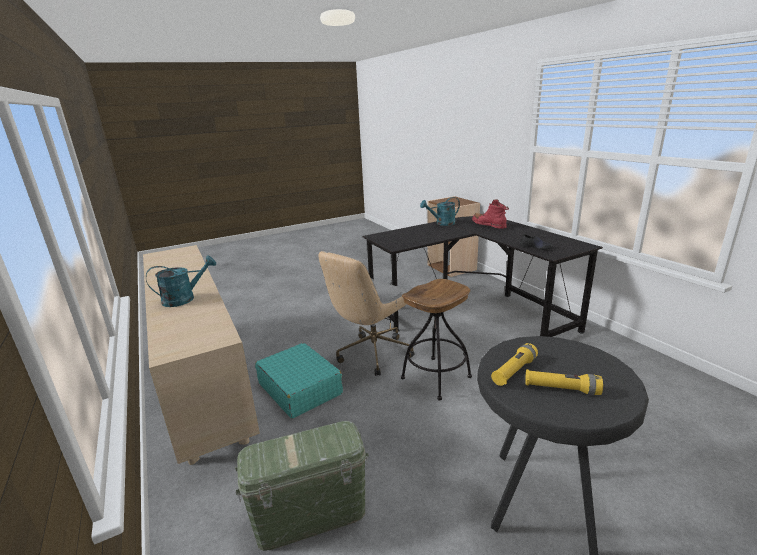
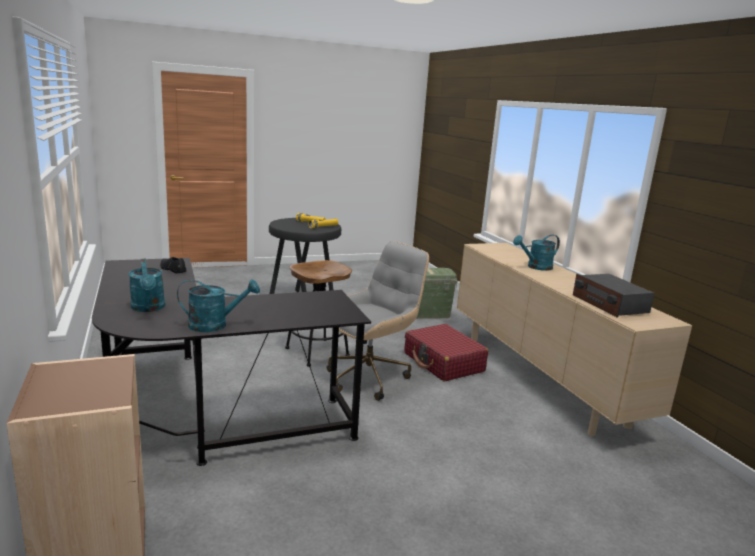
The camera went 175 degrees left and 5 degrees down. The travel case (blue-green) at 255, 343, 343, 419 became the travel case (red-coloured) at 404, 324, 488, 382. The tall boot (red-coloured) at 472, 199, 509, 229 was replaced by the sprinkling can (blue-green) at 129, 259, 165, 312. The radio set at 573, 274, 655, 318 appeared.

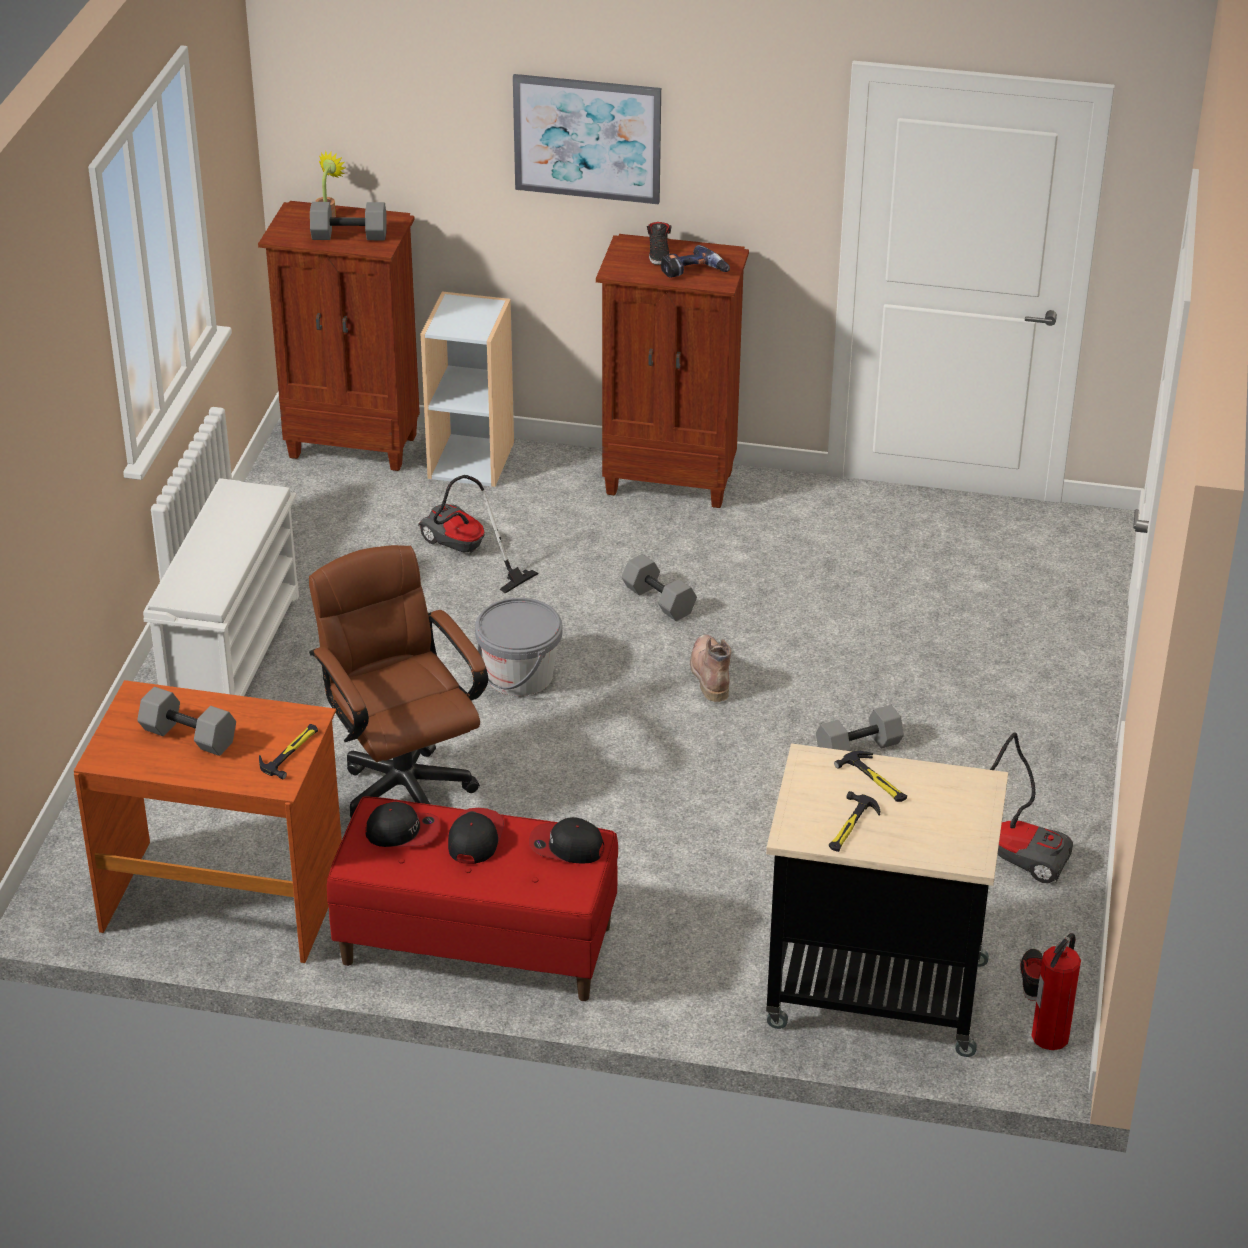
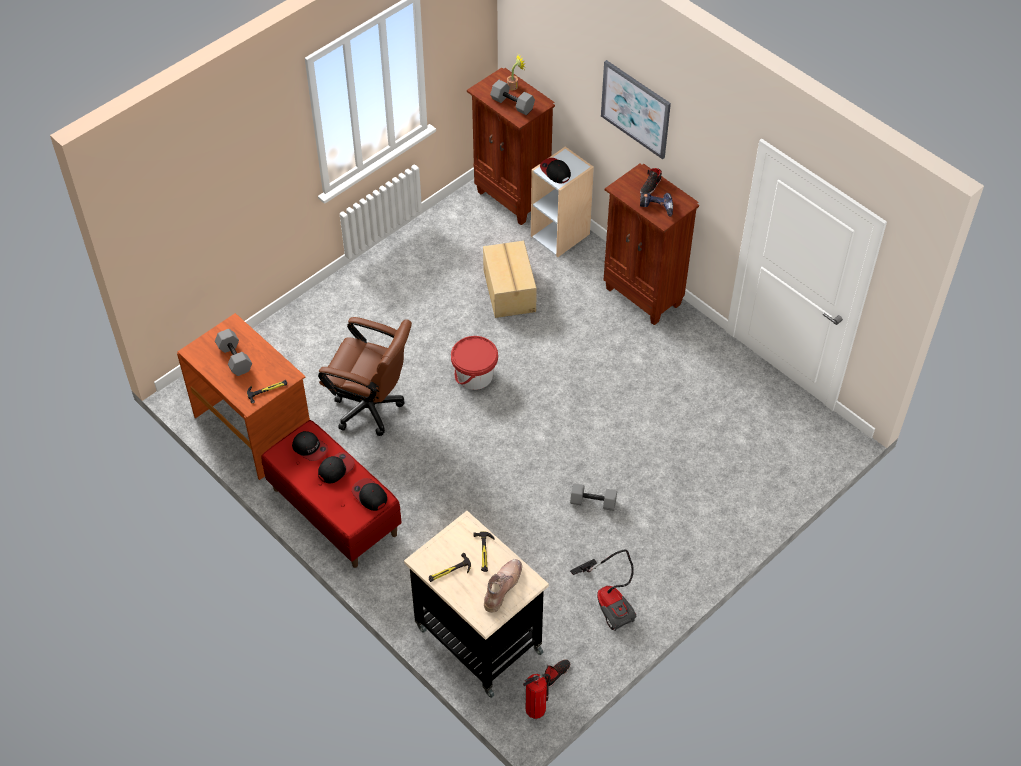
The camera went 35 degrees right and 15 degrees up. The shoe shelf (whitish) at 143, 478, 299, 696 disappeared. The office chair (brownish) at 309, 545, 488, 818 turned 105 degrees clockwise. The hoover at 418, 475, 538, 593 was replaced by the carton at 483, 241, 537, 318. The pail (greyish) at 475, 598, 562, 696 became the pail (red-coloured) at 451, 336, 498, 390. The dumbbell (greyish) at 622, 554, 697, 621 disappeared. The tall boot (brownish) moved from 690, 634, 731, 702 to 484, 559, 522, 613. The cap at 540, 158, 571, 183 appeared.

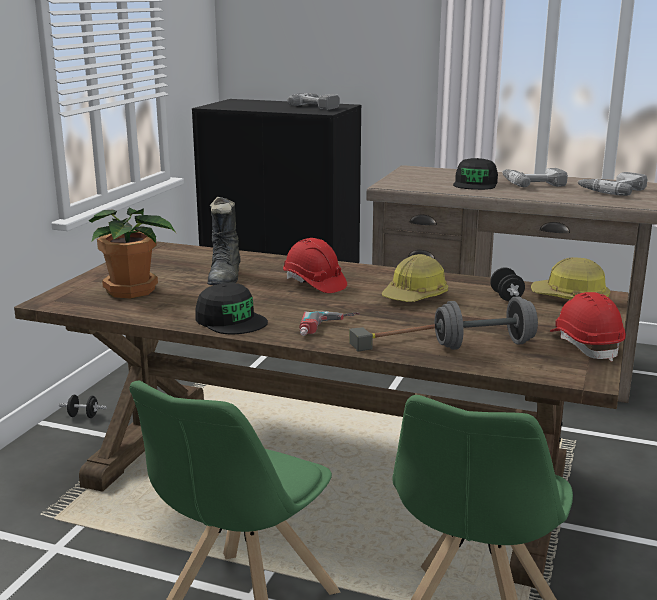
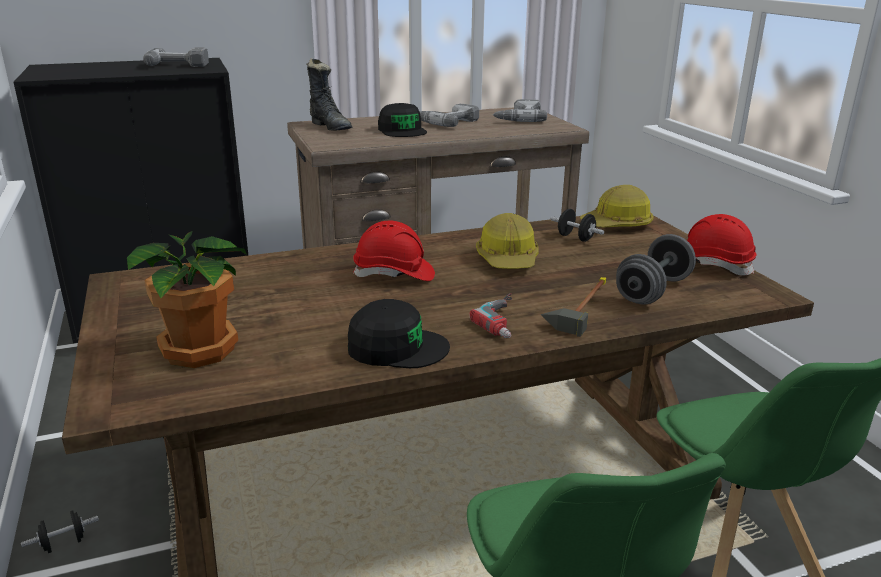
The camera went 40 degrees left and 5 degrees up. The tall boot (blackish) moved from 207, 197, 241, 285 to 306, 58, 352, 130.

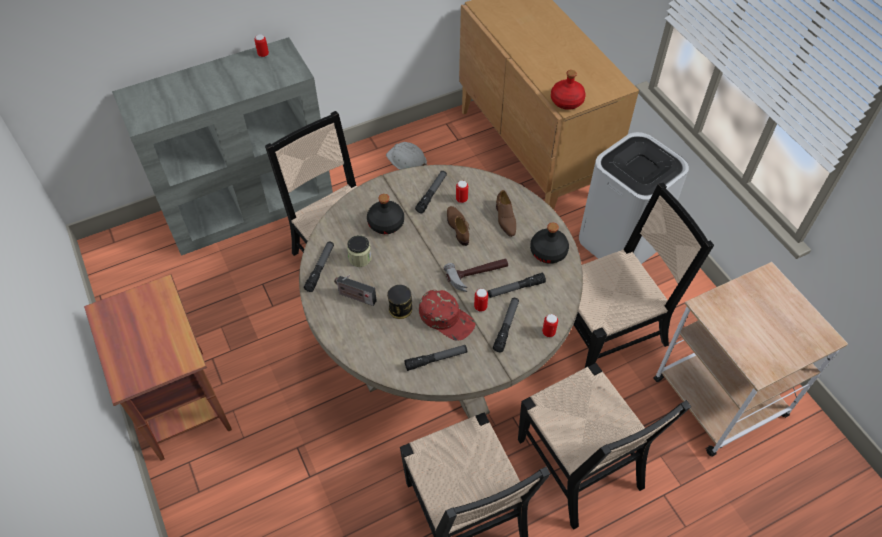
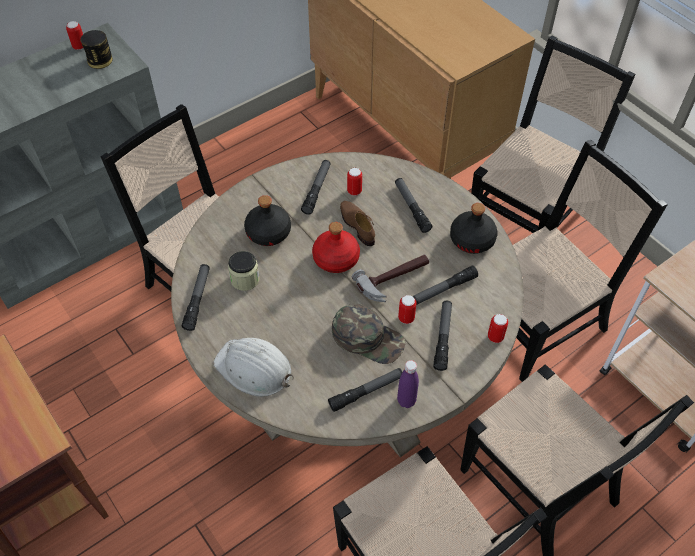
The camera went 10 degrees left and 0 degrees up. The radio set at 334, 275, 377, 306 disappeared. The work helmet (whitish) moved from 386, 142, 427, 170 to 213, 338, 294, 397. The sealed can moved from 387, 285, 412, 319 to 80, 30, 113, 69. The cap (red-coloured) at 419, 290, 476, 341 became the cap (green-coloured) at 332, 304, 405, 364. The low shoe (brownish) at 496, 190, 516, 237 was replaced by the hand torch at 395, 178, 432, 233. The drink bottle (red-coloured) moved from 551, 70, 586, 110 to 312, 222, 360, 273. The trash can (whitish) at 579, 132, 689, 264 was replaced by the chair at 471, 36, 636, 233. The drink bottle (purple-coloured) at 397, 360, 419, 408 appeared.

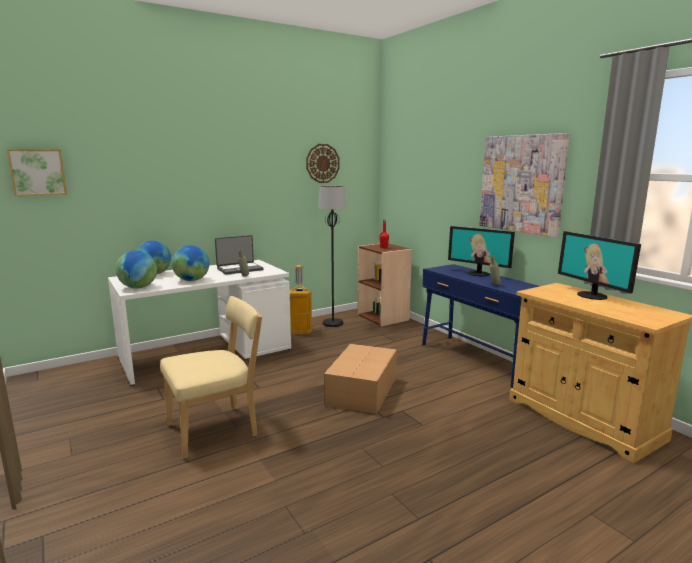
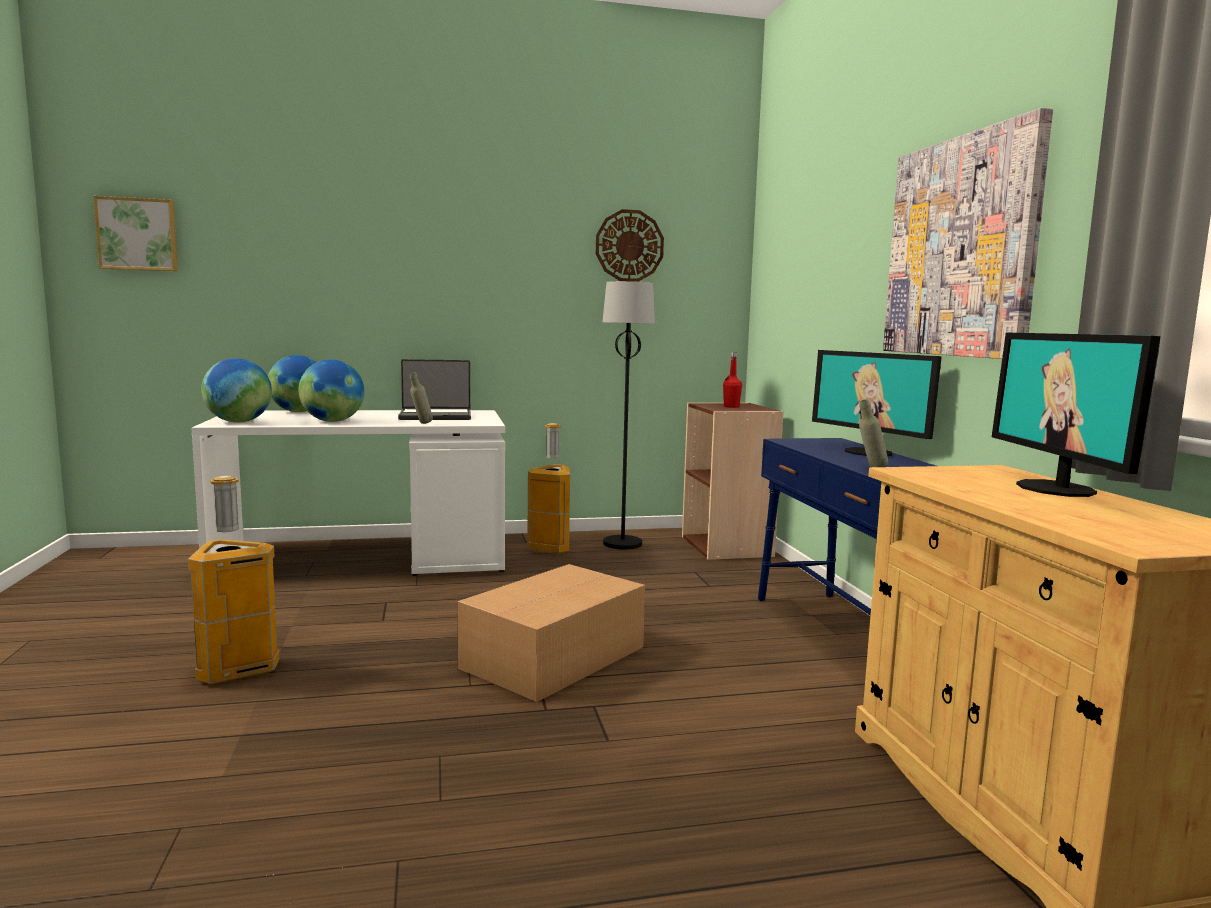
The camera went 20 degrees right and 5 degrees down. The chair (beige-coloured) at 160, 296, 262, 459 was replaced by the trash can at 188, 476, 279, 684.

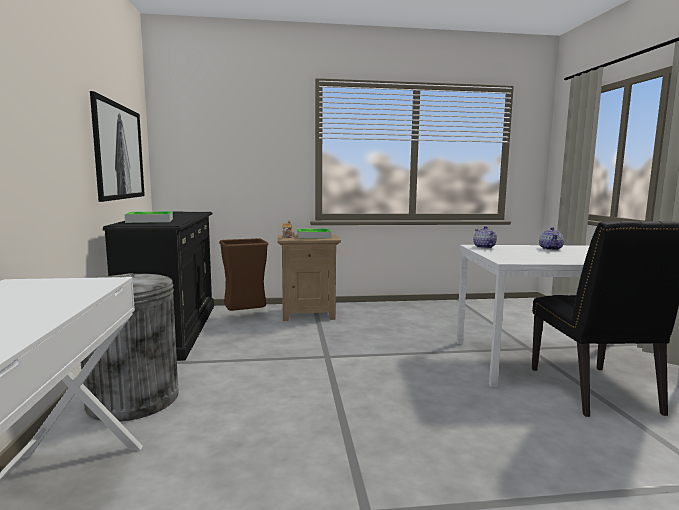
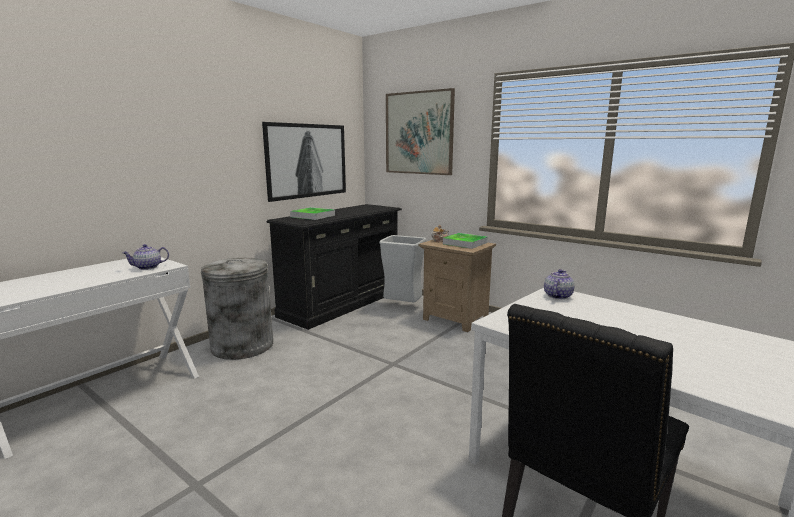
The camera went 45 degrees right and 5 degrees up. The trash can (brownish) at 219, 238, 268, 311 became the trash can (greyish) at 379, 235, 426, 303. The tea pot moved from 539, 227, 564, 250 to 122, 244, 169, 270. The wall picture at 386, 88, 455, 175 appeared.

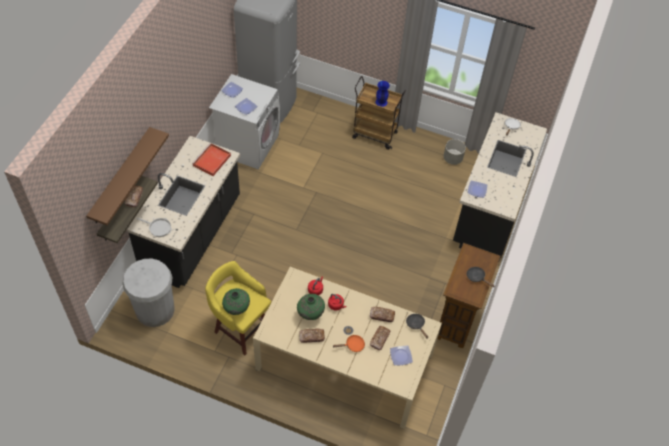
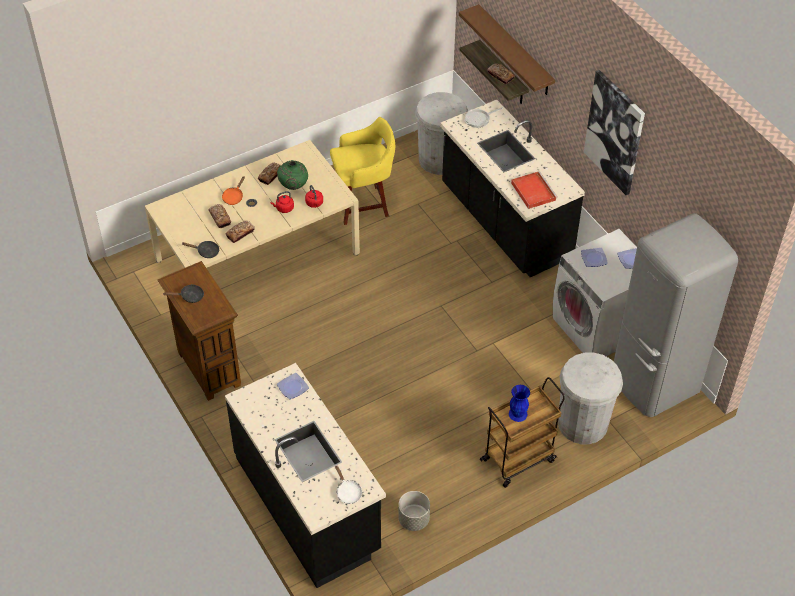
The camera went 130 degrees right and 5 degrees down. The decorative vase (green-coloured) at 222, 288, 250, 315 disappeared. The flat dish at 390, 345, 413, 365 disappeared. The trash can (whitish) at 558, 352, 623, 444 appeared. The wall picture at 584, 70, 645, 195 appeared.

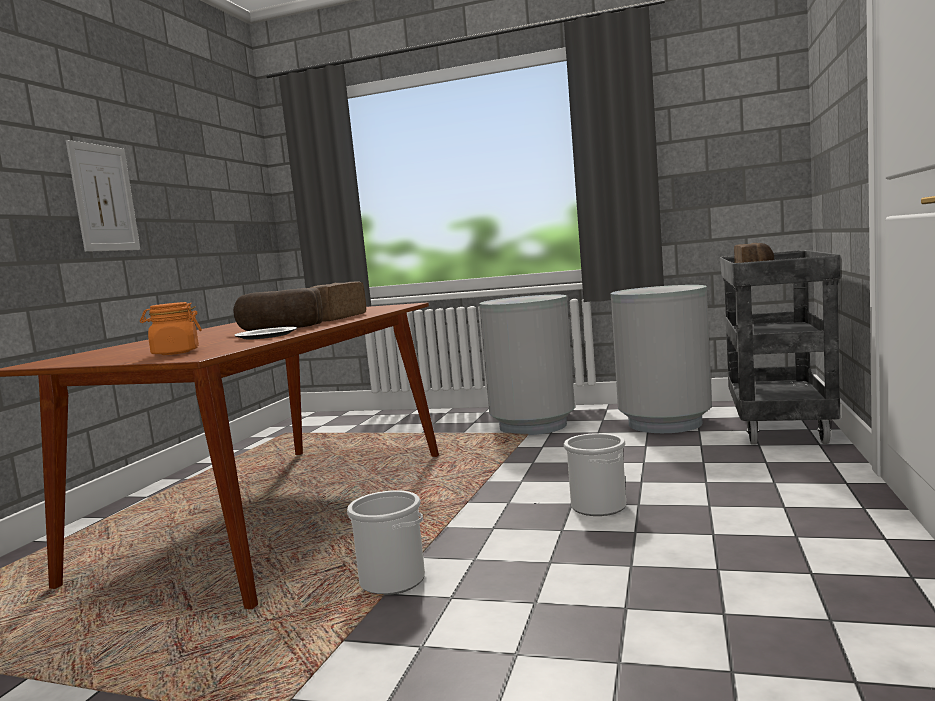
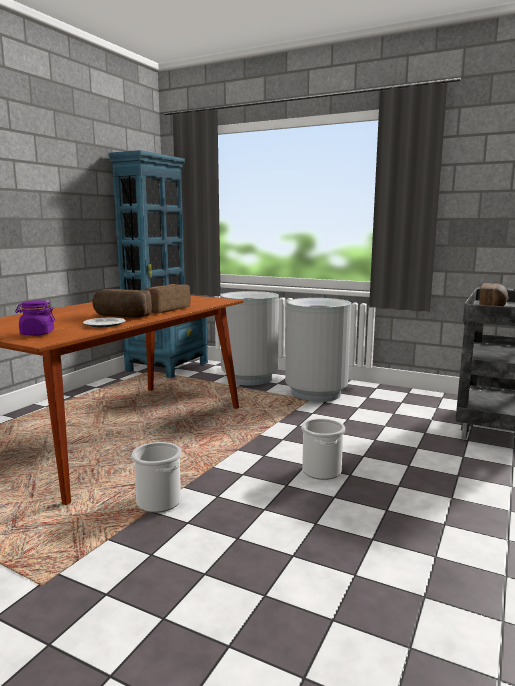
The camera went 10 degrees right and 5 degrees up. The wall picture at 66, 140, 140, 252 disappeared. The jar (orange-coloured) at 140, 302, 202, 355 became the jar (purple-coloured) at 15, 300, 55, 336. The trash can (greyish) moved from 611, 285, 712, 433 to 220, 291, 279, 386. The storage cabinet (blue) at 109, 150, 208, 378 appeared.

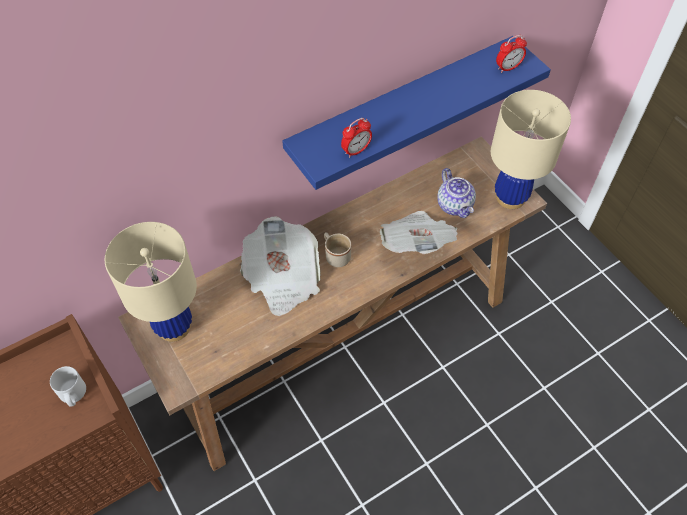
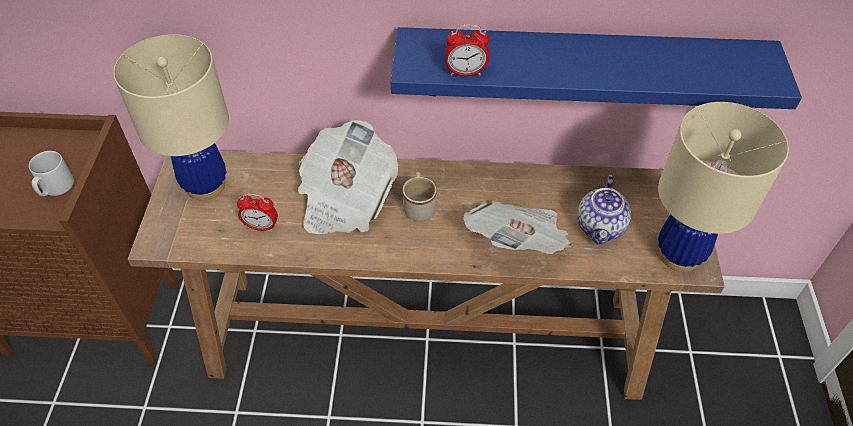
The camera went 35 degrees right and 5 degrees down. The bedside clock moved from 496, 35, 527, 73 to 237, 193, 278, 231.

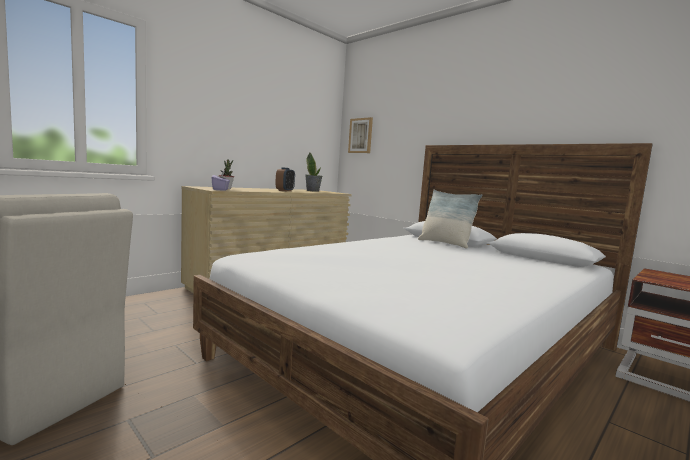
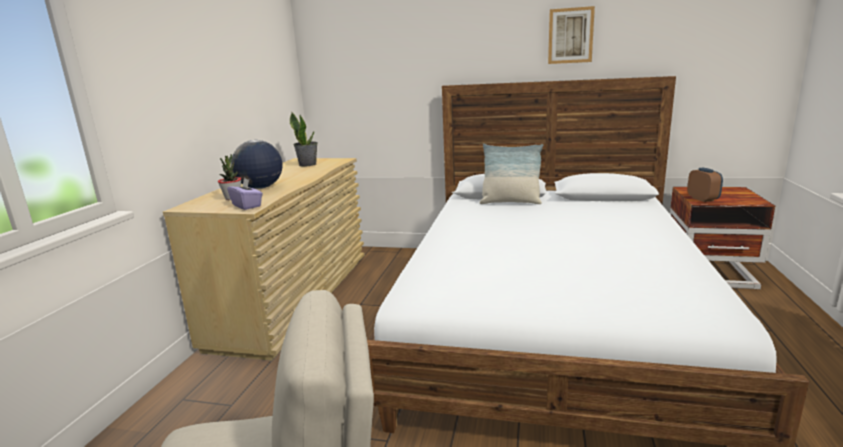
The camera went 30 degrees left and 10 degrees up. The bedside clock moved from 275, 167, 295, 191 to 687, 168, 723, 202. The wall picture moved from 348, 117, 373, 153 to 548, 6, 595, 64. The world globe at 231, 140, 283, 189 appeared.

